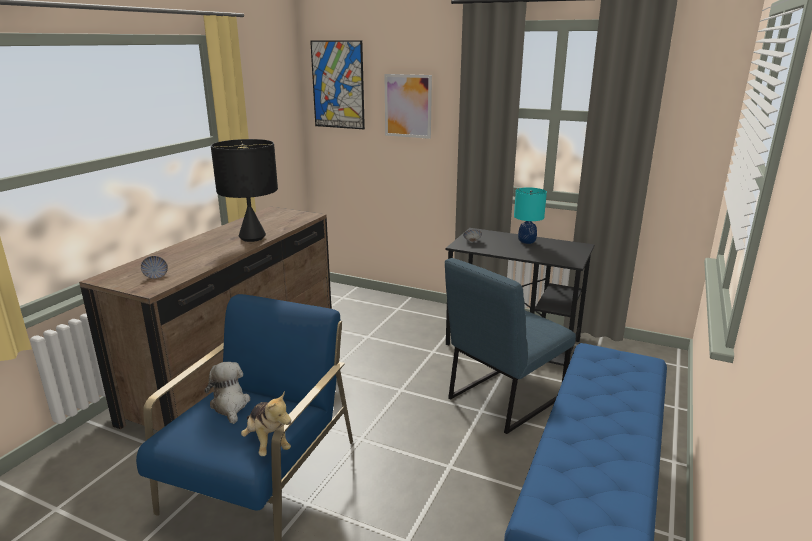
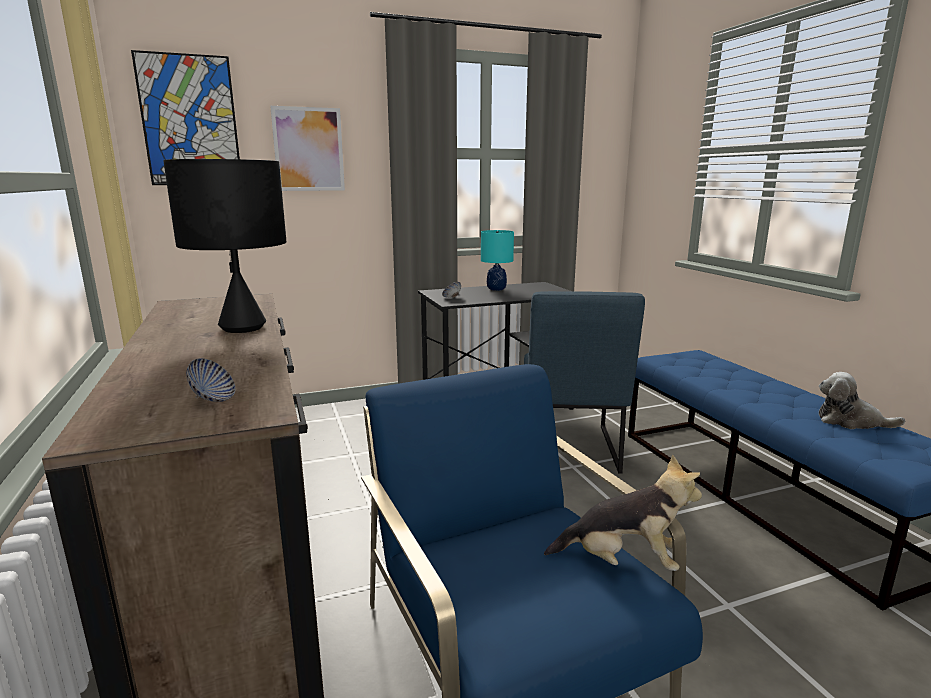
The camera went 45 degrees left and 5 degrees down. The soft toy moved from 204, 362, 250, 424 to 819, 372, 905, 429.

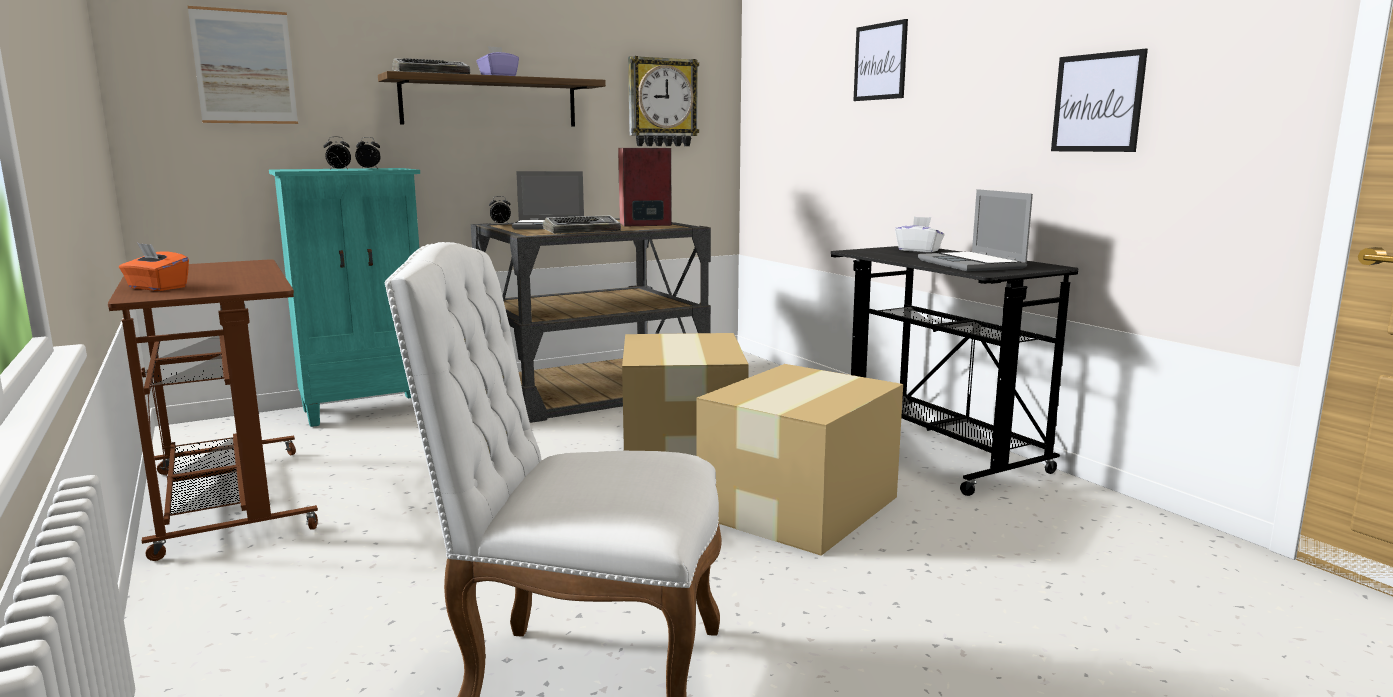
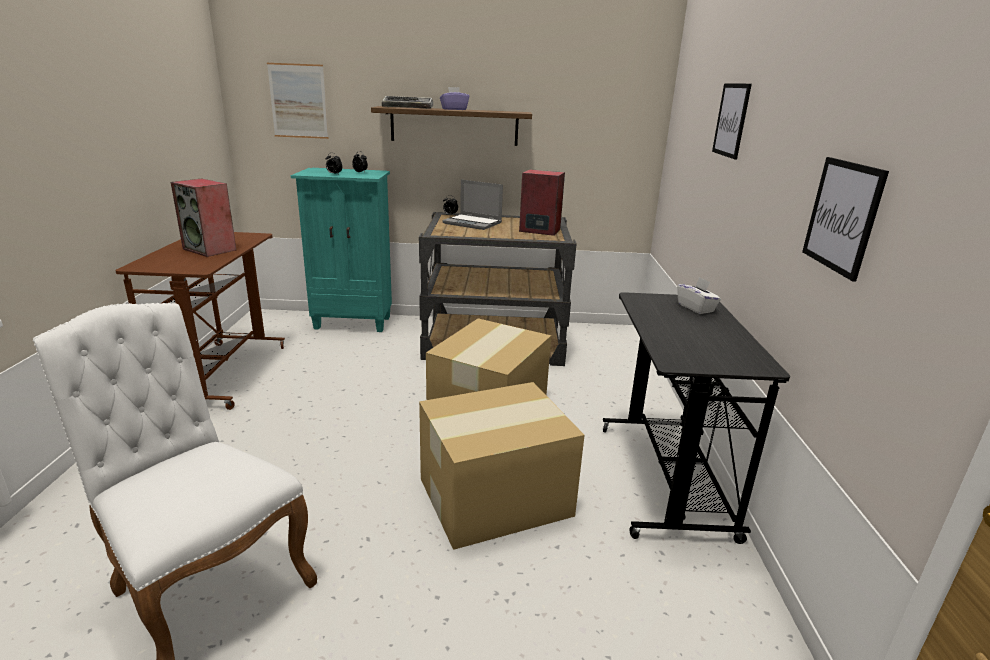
The camera went 30 degrees right and 10 degrees up. The box of tissues (orange-coloured) at 119, 243, 189, 291 disappeared. The PC keyboard at 543, 215, 621, 234 disappeared. The clock on the wall at 628, 56, 699, 146 disappeared. The portable computer at 918, 189, 1033, 271 disappeared. The audio speaker at 171, 179, 236, 257 appeared.

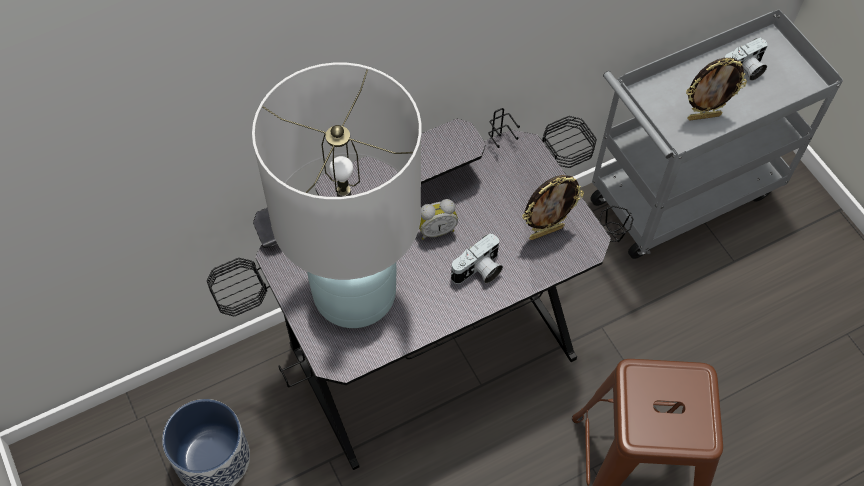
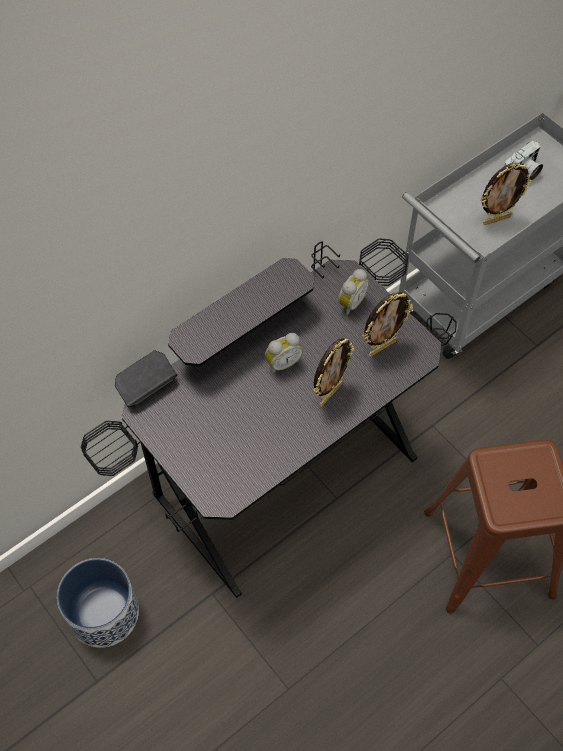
The camera went 10 degrees left and 0 degrees up. The table lamp (whitish) at 252, 63, 421, 328 disappeared. The still camera at 451, 234, 503, 284 was replaced by the standing frame at 314, 338, 354, 407. The bedside clock at 338, 269, 369, 316 appeared.

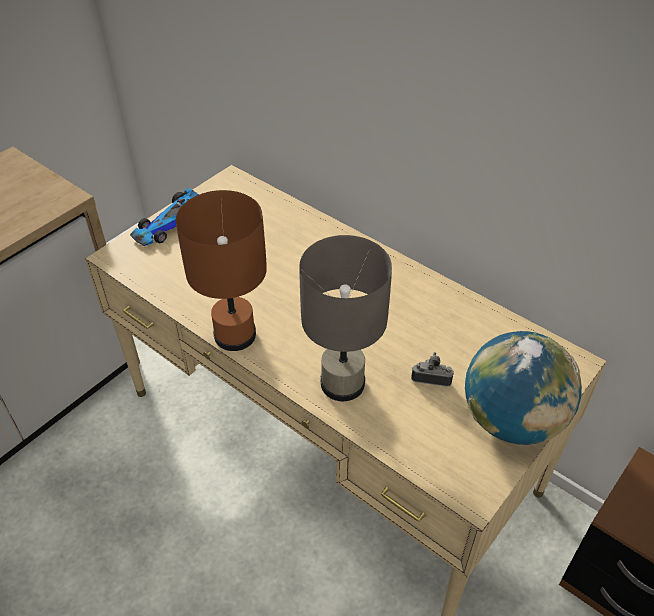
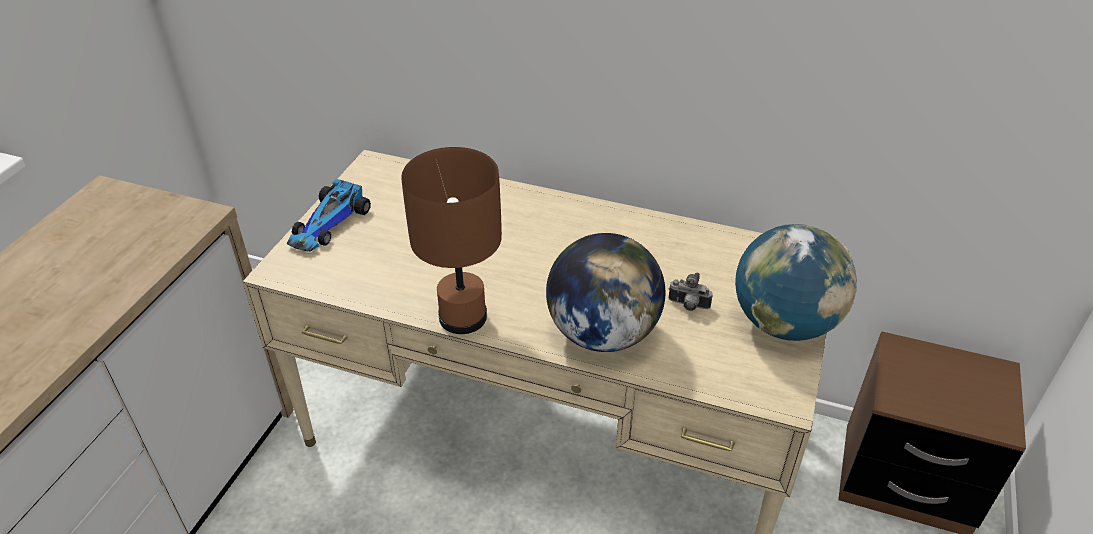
The camera went 20 degrees left and 5 degrees down. The table lamp (greyish) at 299, 235, 392, 401 was replaced by the world globe at 546, 233, 666, 352. The still camera at 411, 352, 454, 387 turned 150 degrees counterclockwise.

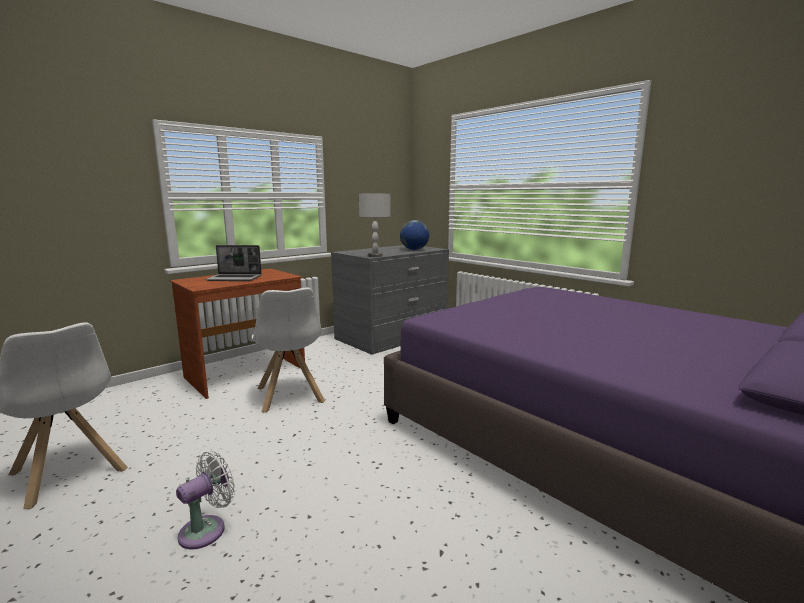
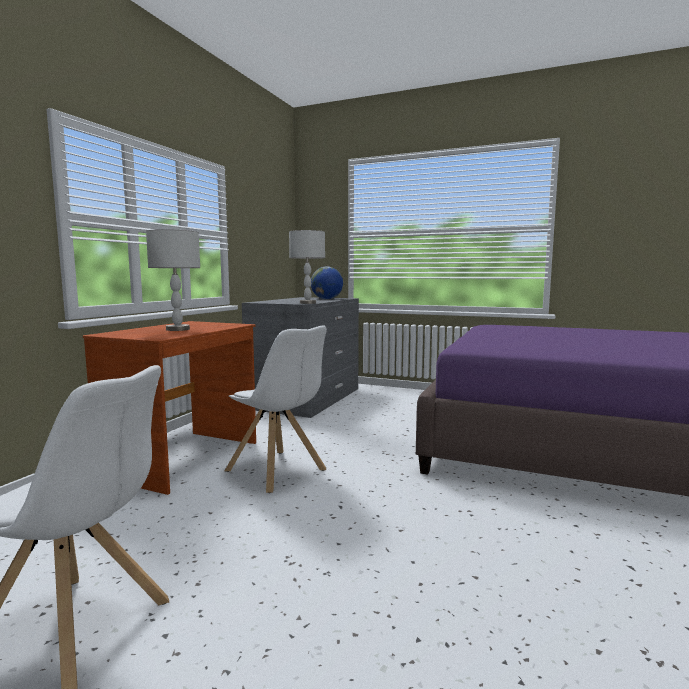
The camera went 25 degrees left and 5 degrees down. The fan (whitish) at 176, 451, 235, 549 disappeared. The portable computer at 206, 245, 262, 281 was replaced by the table lamp (greyish) at 146, 229, 200, 331.

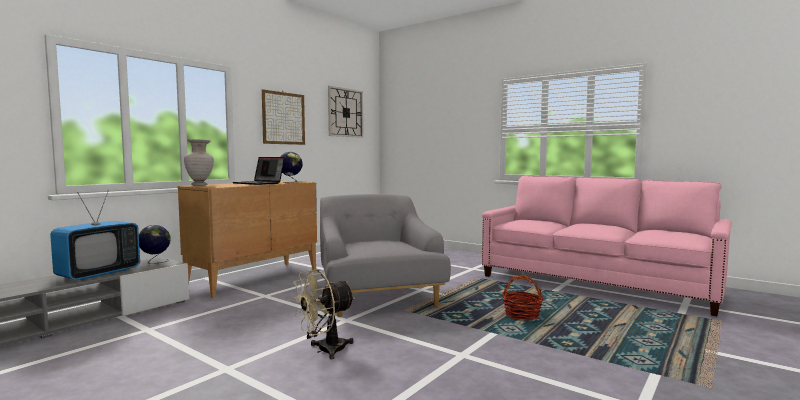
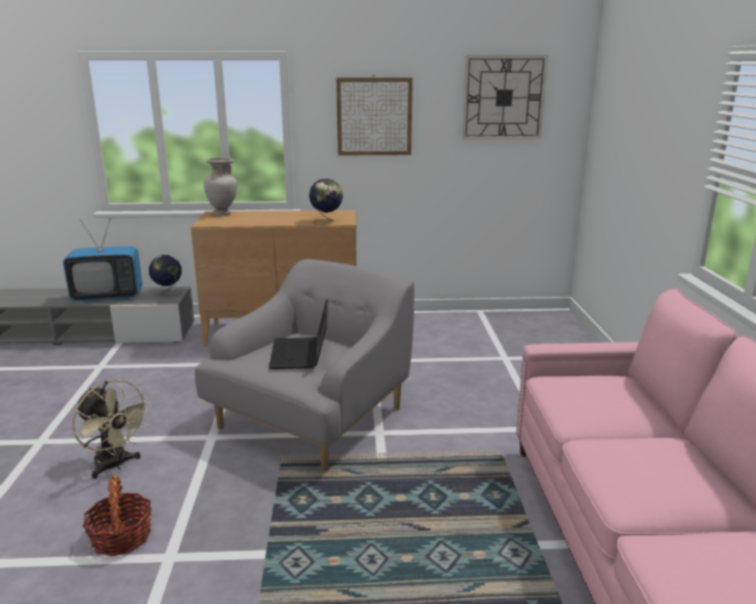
The camera went 50 degrees right and 15 degrees up. The portable computer moved from 233, 157, 285, 185 to 269, 299, 328, 369. The fan (beige-coloured) at 292, 269, 355, 359 turned 150 degrees counterclockwise. The household basket moved from 502, 275, 543, 320 to 83, 475, 152, 557.

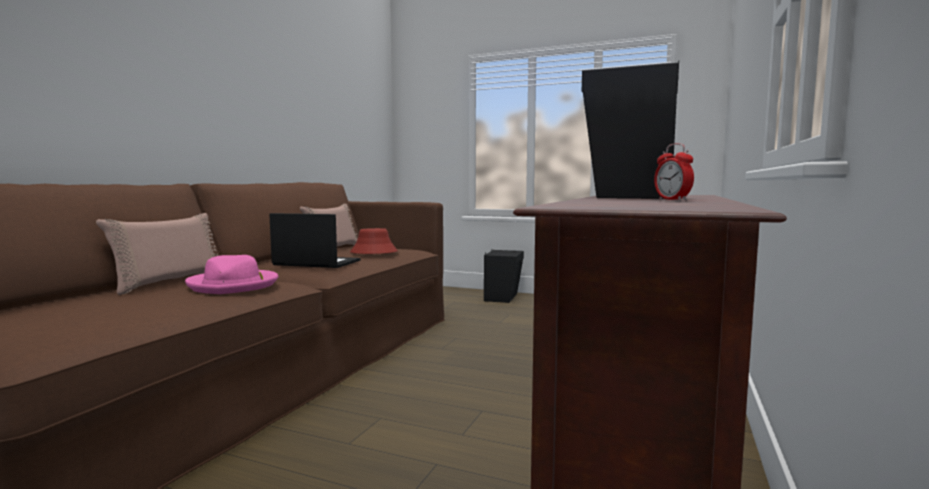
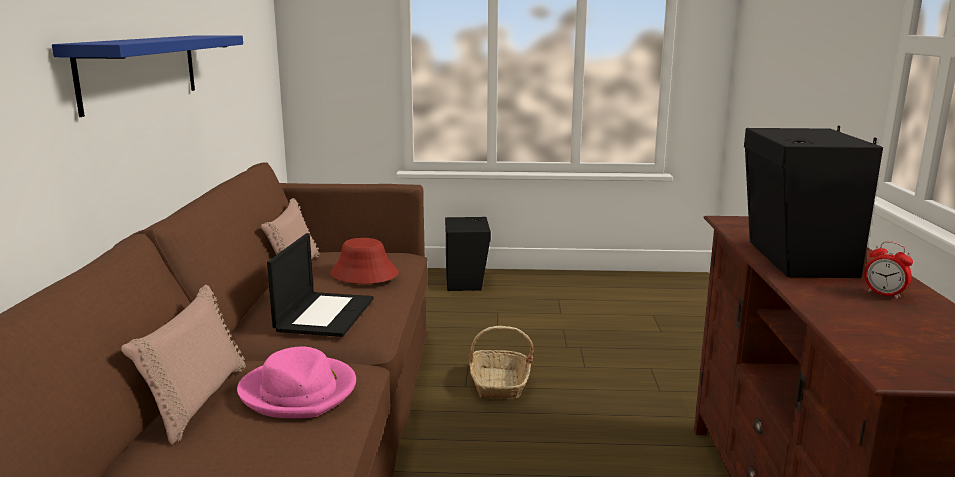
The camera went 20 degrees left and 10 degrees up. The portable computer at 269, 213, 360, 268 turned 105 degrees clockwise. The shelf (blue) at 52, 35, 243, 117 appeared. The household basket at 469, 326, 534, 399 appeared.

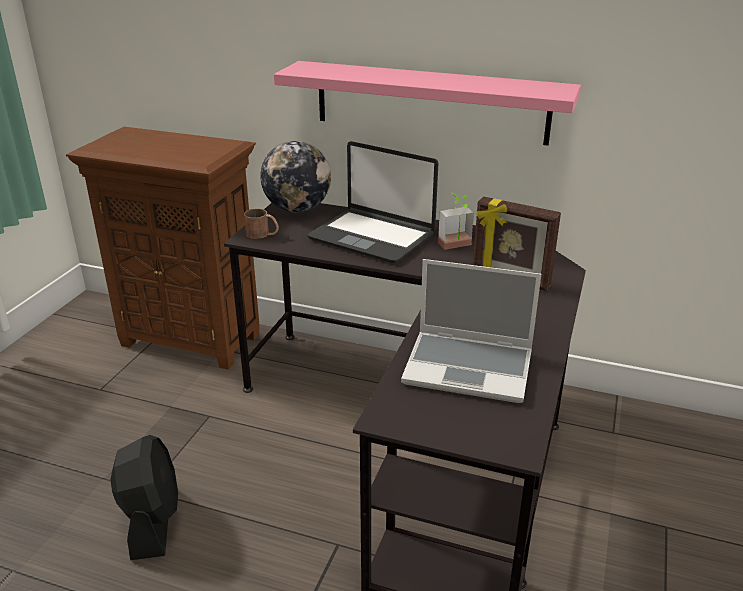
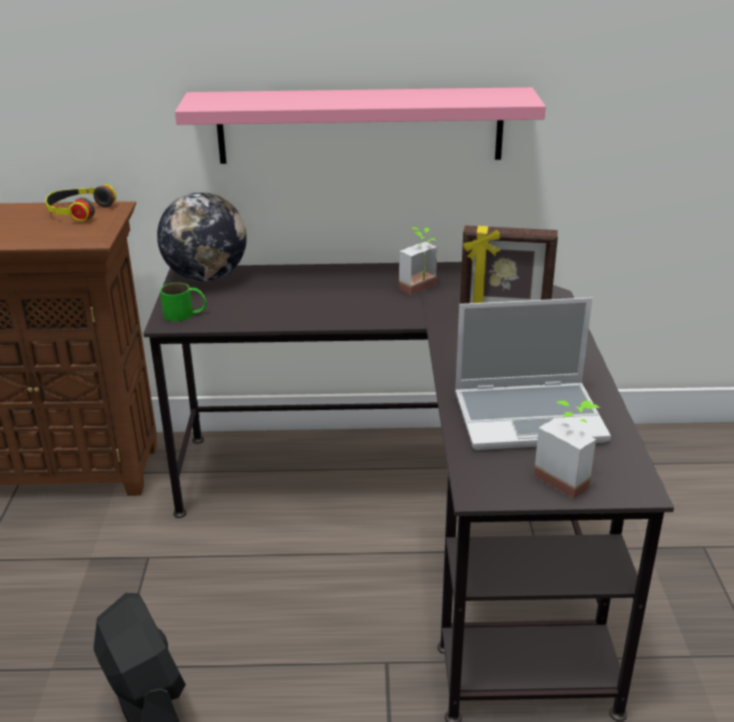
The camera went 20 degrees left and 0 degrees up. The mug (brownish) at 244, 209, 279, 239 became the mug (green-coloured) at 160, 283, 207, 321. The portable computer at 307, 141, 438, 263 disappeared. The pair of headphones at 45, 184, 116, 222 appeared. The houseplant at 534, 401, 600, 499 appeared.

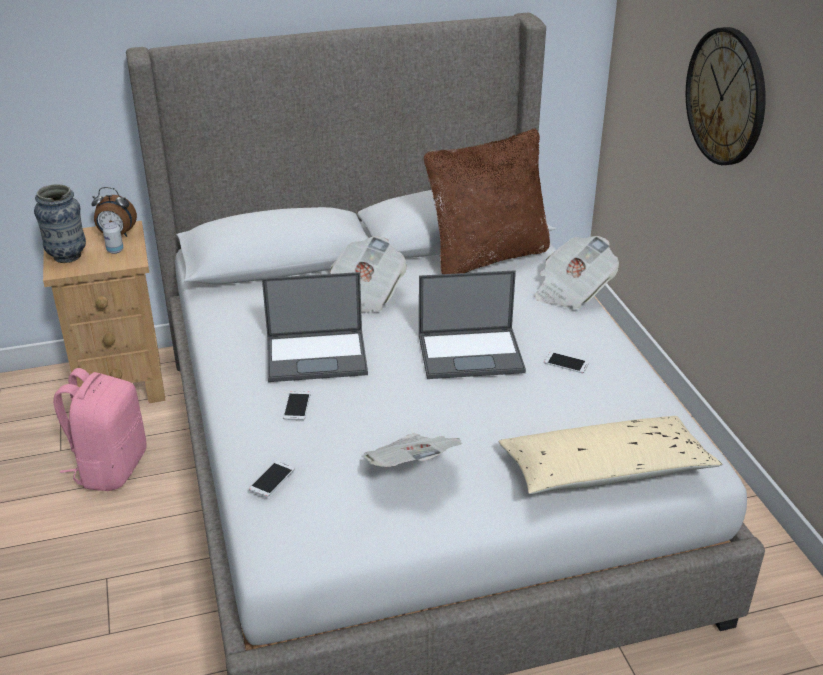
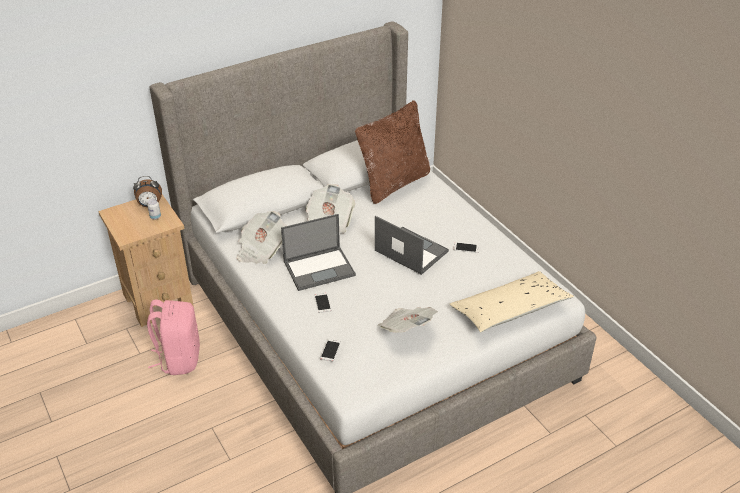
The camera went 15 degrees left and 5 degrees up. The decorative vase at 34, 184, 86, 263 disappeared. The portable computer at 419, 270, 526, 379 turned 120 degrees counterclockwise. The newspaper moved from 535, 236, 619, 309 to 237, 211, 287, 264. The clock on the wall at 686, 27, 766, 165 disappeared.

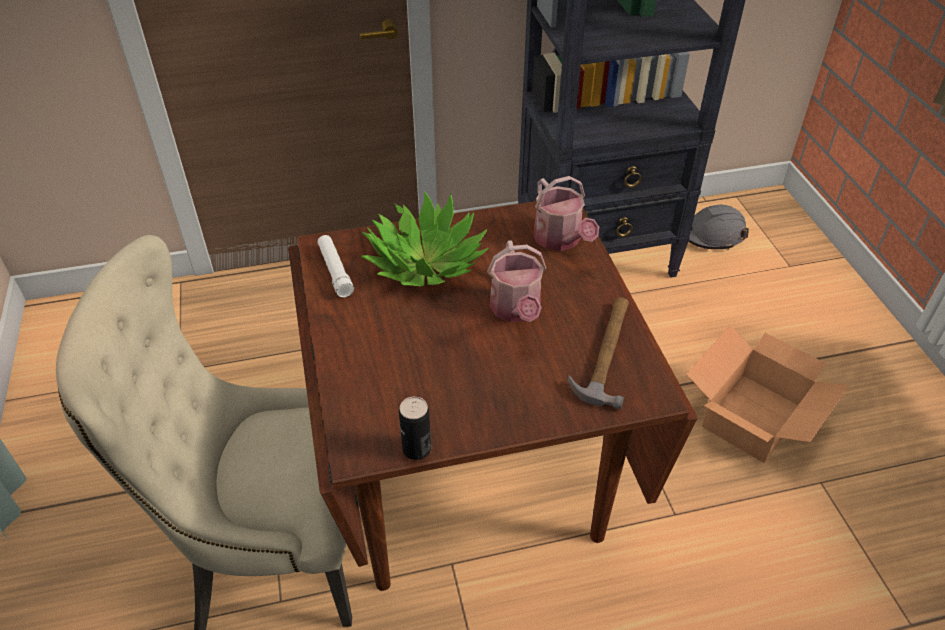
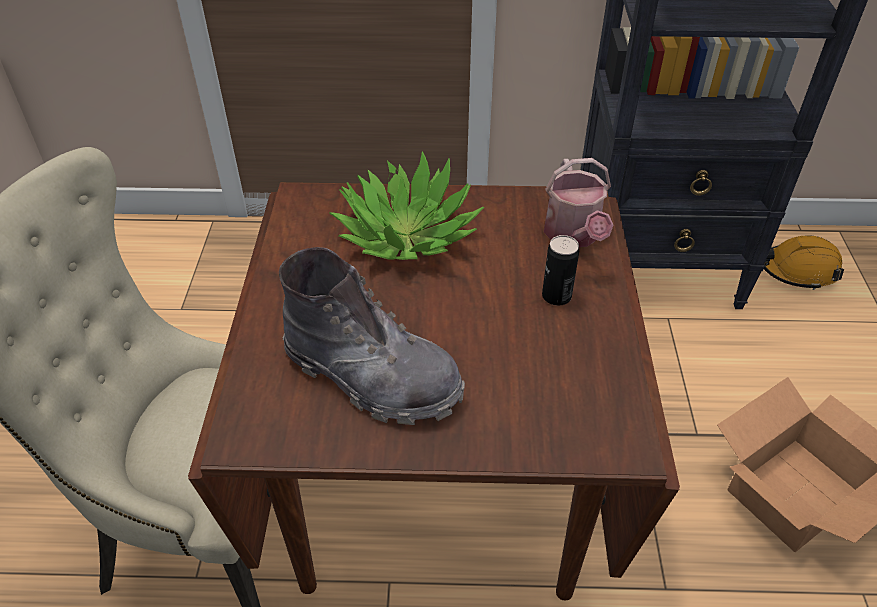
The camera went 15 degrees right and 0 degrees up. The hand torch (whitish) at 318, 235, 354, 298 disappeared. The sealed can moved from 399, 397, 431, 460 to 542, 235, 579, 306. The sprinkling can at 487, 240, 546, 322 disappeared. The tool hammer at 568, 297, 629, 410 disappeared. The work helmet (greyish) at 689, 205, 749, 250 became the work helmet (orange-coloured) at 764, 236, 844, 290. The tall boot (greyish) at 279, 247, 465, 425 appeared.

